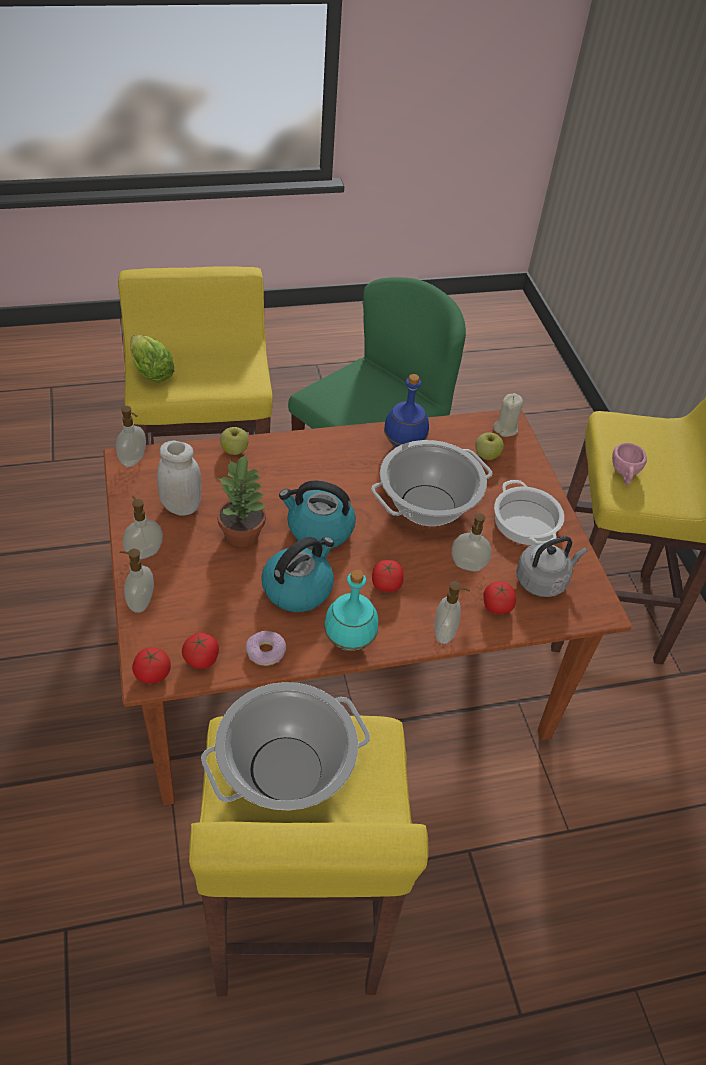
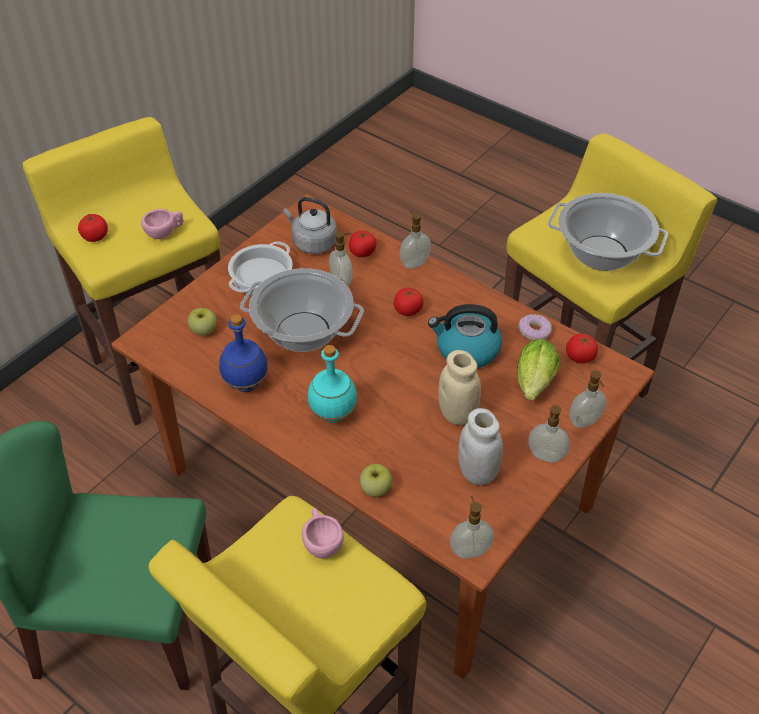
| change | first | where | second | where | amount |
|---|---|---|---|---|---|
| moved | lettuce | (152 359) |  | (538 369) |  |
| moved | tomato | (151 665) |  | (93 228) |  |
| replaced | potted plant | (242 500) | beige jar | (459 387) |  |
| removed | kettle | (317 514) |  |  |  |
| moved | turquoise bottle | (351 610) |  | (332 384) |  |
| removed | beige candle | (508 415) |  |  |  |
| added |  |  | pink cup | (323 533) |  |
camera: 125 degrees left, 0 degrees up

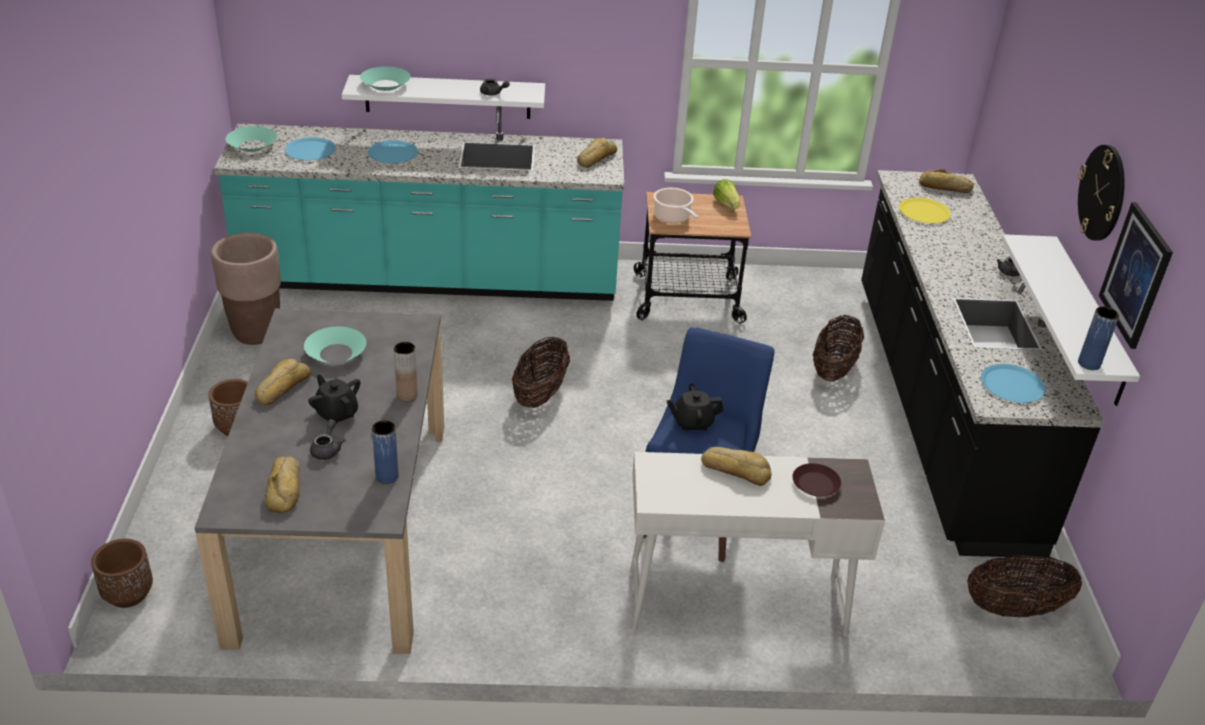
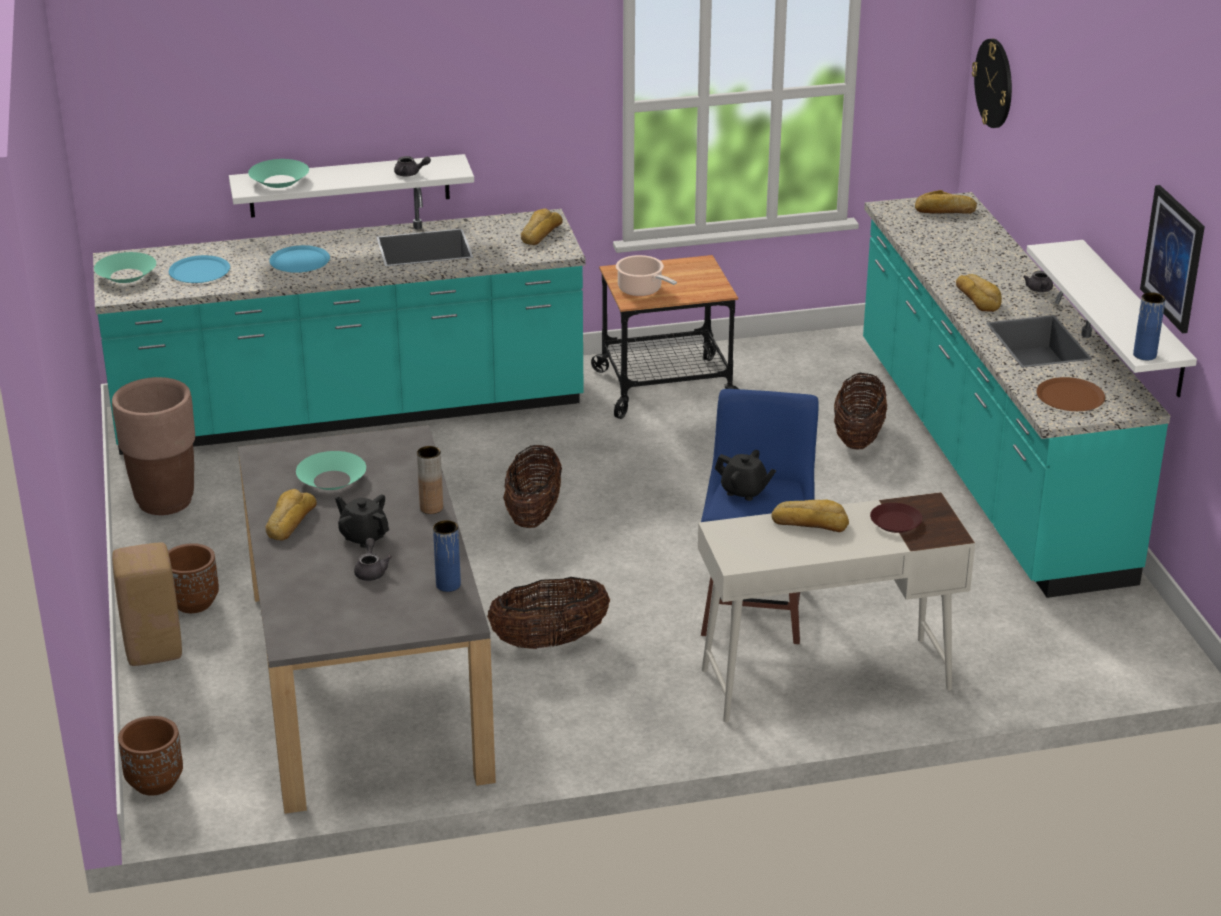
| change | first | where | second | where | amount |
|---|---|---|---|---|---|
| moved | bread | (282 485) |  | (979 293) |  |
| turned | black teapot | (695 407) |  | (745 475) | 135 degrees counterclockwise |
| removed | lettuce | (726 194) |  |  |  |
| recoloured | black counter | (982 364) | turquoise counter | (1017 395) |  |
| removed | yellow plate | (925 210) |  |  |  |
| moved | basket | (1024 585) |  | (548 613) |  |
| recoloured | blue plate | (1013 383) | brown plate | (1070 394) |  |
| moved | wall clock | (1101 193) |  | (992 83) |  |
| added |  |  | beige stool | (147 604) |  |
camera: 10 degrees left, 5 degrees down

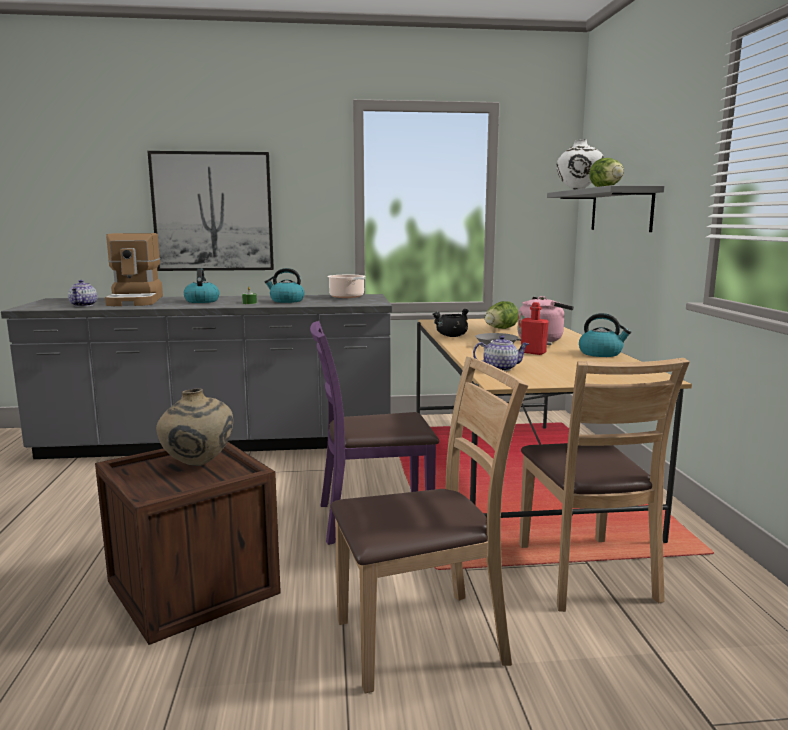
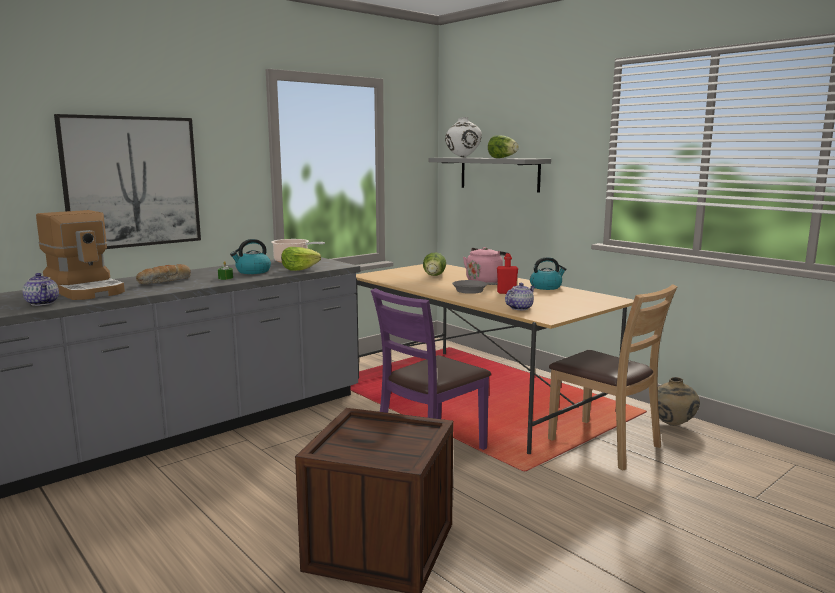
| change | first | where | second | where | amount |
|---|---|---|---|---|---|
| moved | beige vase | (194 427) |  | (679 401) |  |
| replaced | kettle | (201 285) | bread | (163 274) |  |
| removed | brown chair | (429 525) |  |  |  |
| removed | black cooking pot | (451 323) |  |  |  |
| added |  |  | lettuce | (301 259) |  |
camera: 35 degrees left, 0 degrees up

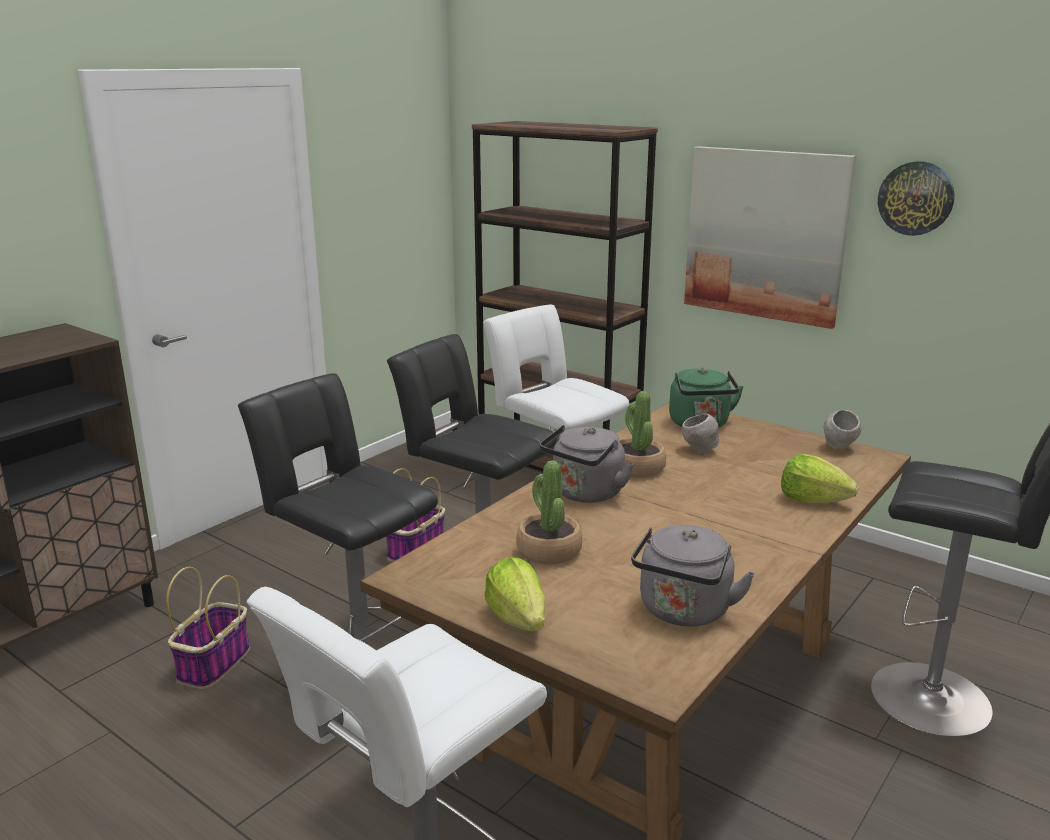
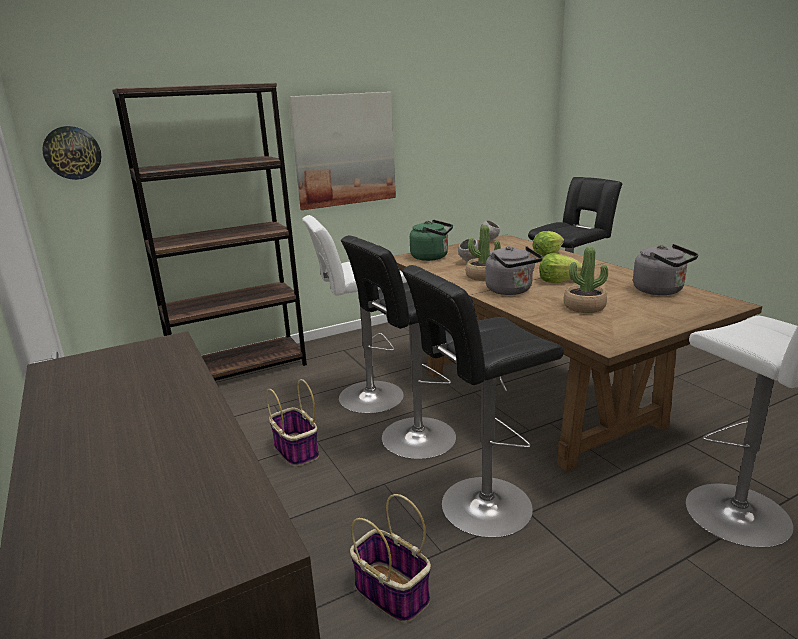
| change | first | where | second | where | amount |
|---|---|---|---|---|---|
| moved | lettuce | (515 594) |  | (561 268) |  |
| moved | wall clock | (916 198) |  | (71 153) |  |
camera: 65 degrees left, 0 degrees up

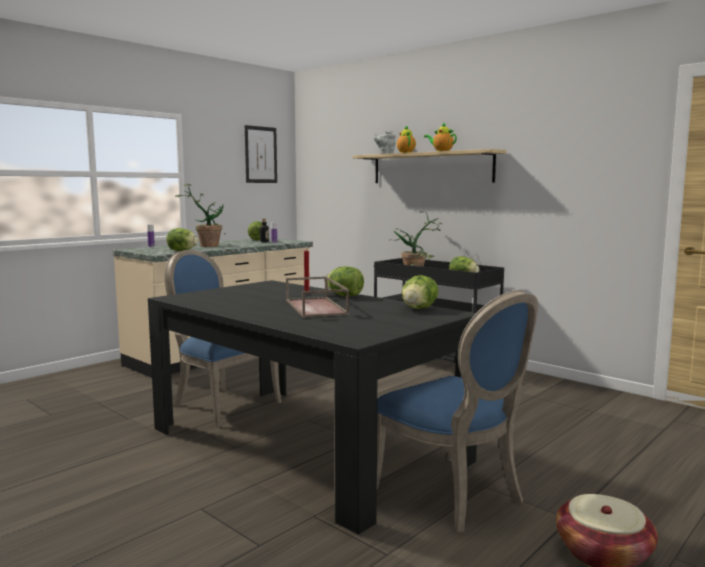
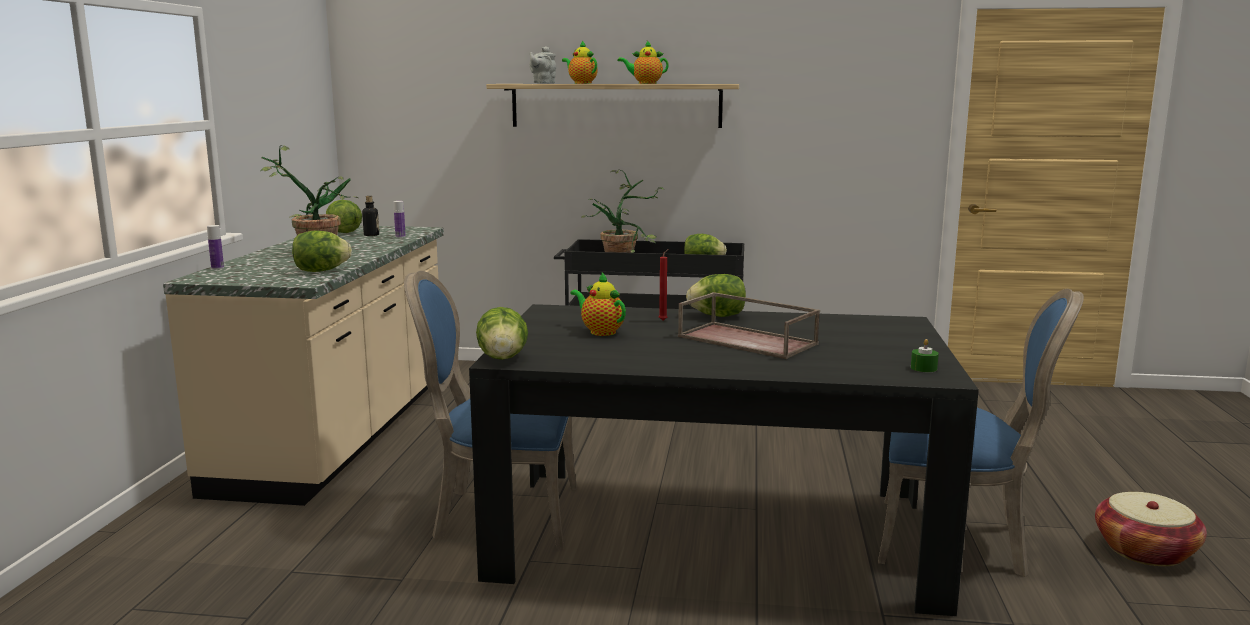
| change | first | where | second | where | amount |
|---|---|---|---|---|---|
| removed | picture | (261 154) |  |  |  |
| moved | lettuce | (420 292) |  | (502 333) |  |
| added |  |  | teapot | (598 304) |  |
| added |  |  | green candle | (925 355) |  |
camera: 35 degrees left, 5 degrees up

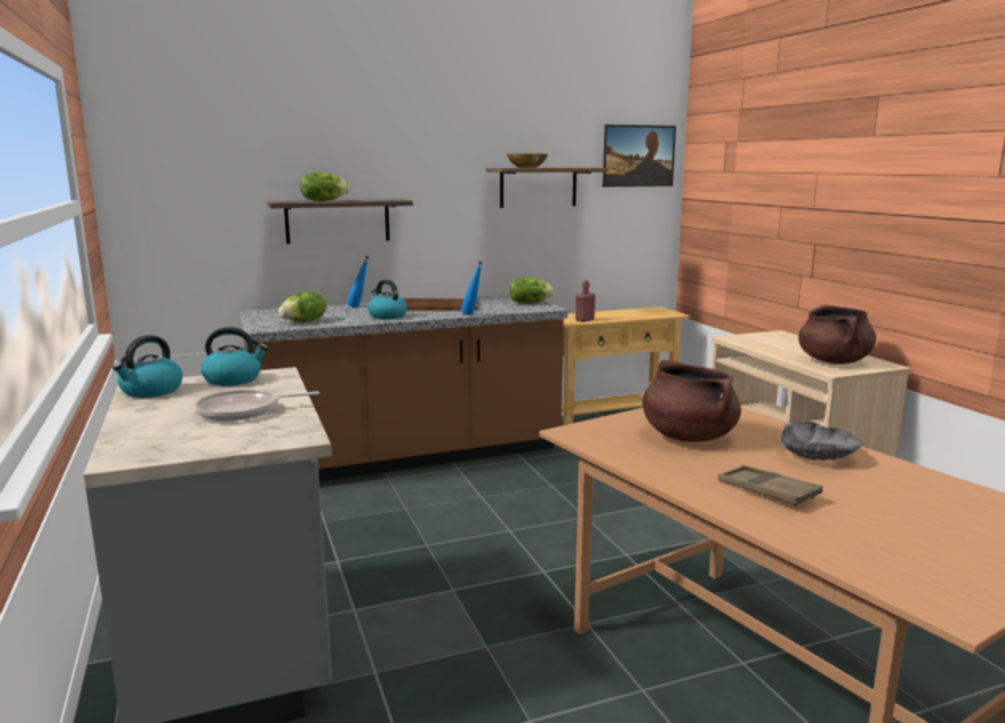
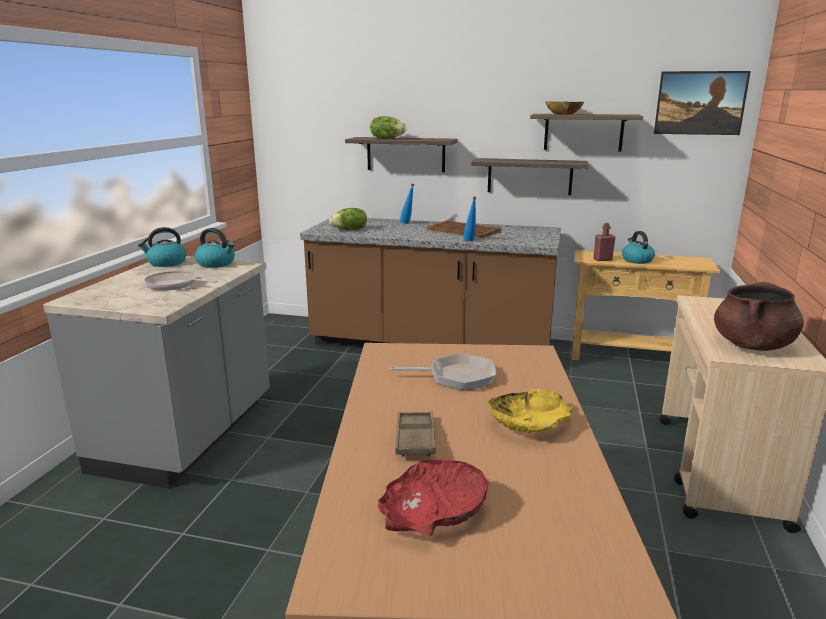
| change | first | where | second | where | amount |
|---|---|---|---|---|---|
| moved | kettle | (387 299) |  | (638 247) |  |
| removed | lettuce | (531 290) |  |  |  |
| replaced | brown cooking pot | (691 400) | frying pan | (443 372) |  |
| recoloured | grey bowl | (821 440) | yellow bowl | (530 411) |  |
| added |  |  | red bowl | (433 497) |  |
| added |  |  | shelf | (529 176) |  |
camera: 35 degrees right, 5 degrees up

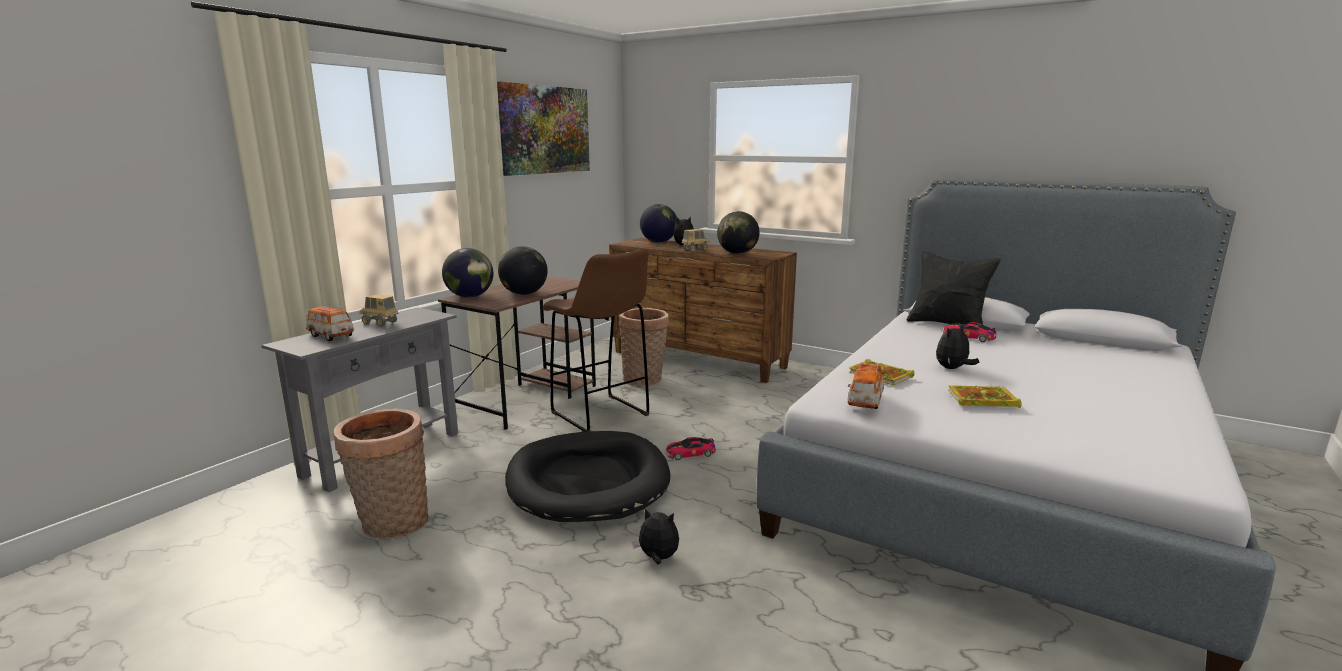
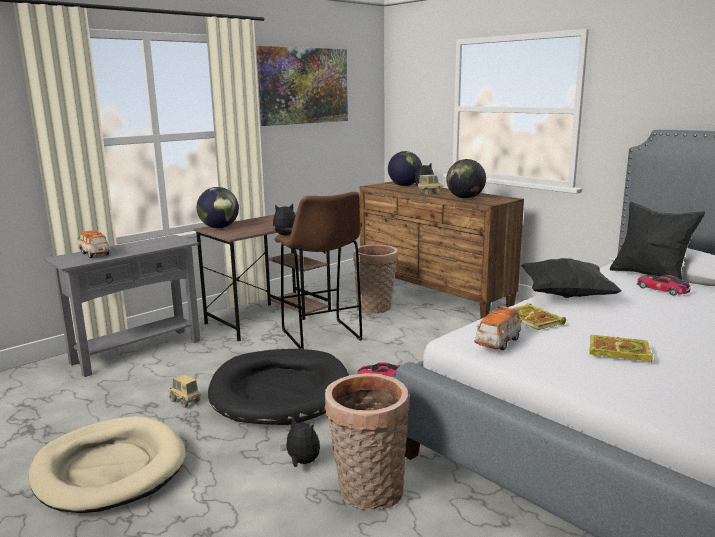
| change | first | where | second | where | amount |
|---|---|---|---|---|---|
| moved | basket | (381 473) |  | (367 441) |  |
| moved | toy truck | (379 310) |  | (184 391) |  |
| removed | globe | (523 270) |  |  |  |
| moved | plush toy | (957 346) |  | (284 219) |  |
| added |  |  | beige dog bed | (107 464) |  |
| added |  |  | black pillow | (571 278) |  |
camera: 15 degrees right, 0 degrees up

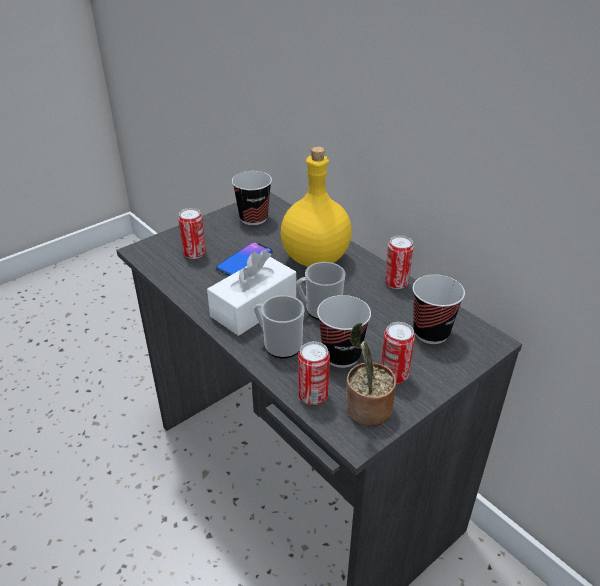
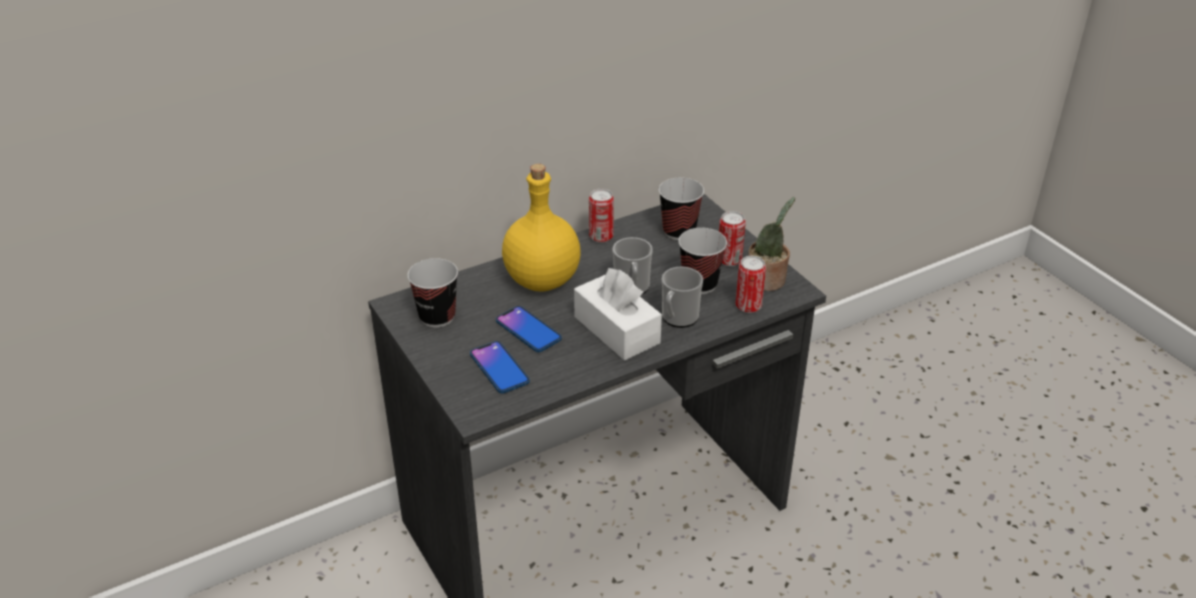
| change | first | where | second | where | amount |
|---|---|---|---|---|---|
| replaced | can | (192 233) | phone | (500 367) |  |
camera: 80 degrees left, 0 degrees up

